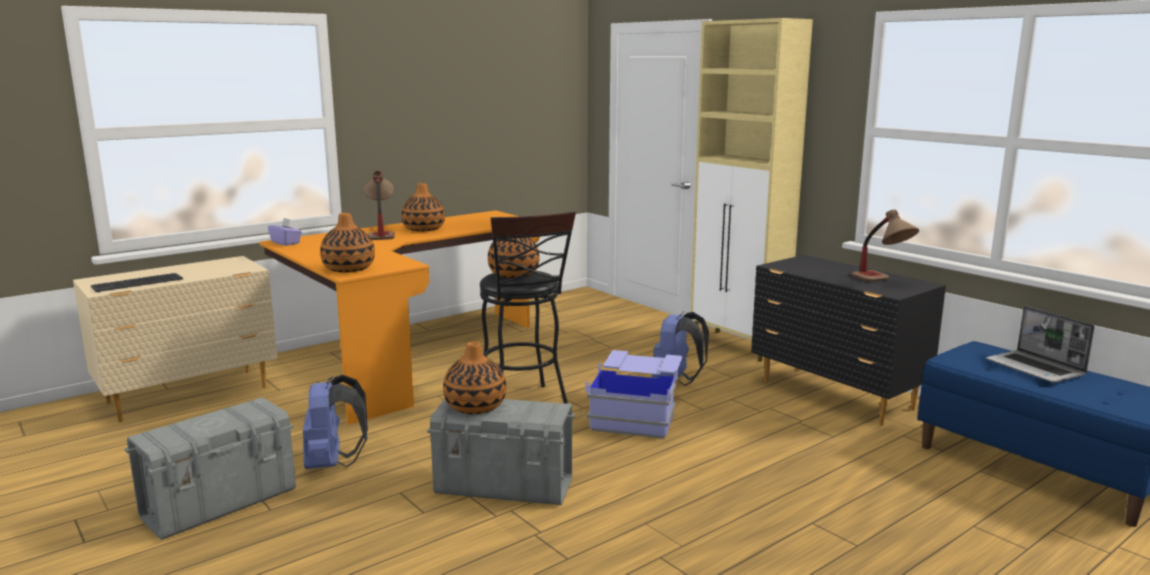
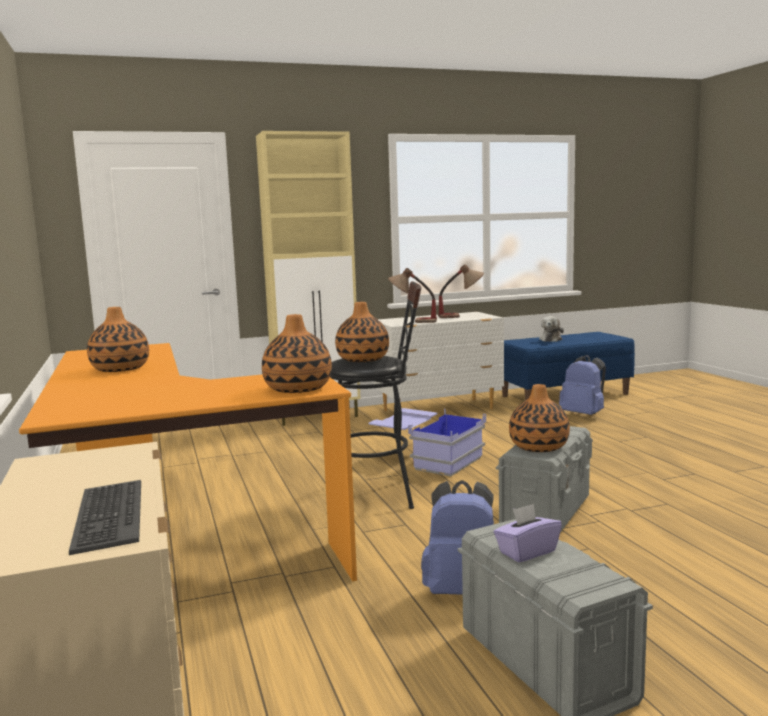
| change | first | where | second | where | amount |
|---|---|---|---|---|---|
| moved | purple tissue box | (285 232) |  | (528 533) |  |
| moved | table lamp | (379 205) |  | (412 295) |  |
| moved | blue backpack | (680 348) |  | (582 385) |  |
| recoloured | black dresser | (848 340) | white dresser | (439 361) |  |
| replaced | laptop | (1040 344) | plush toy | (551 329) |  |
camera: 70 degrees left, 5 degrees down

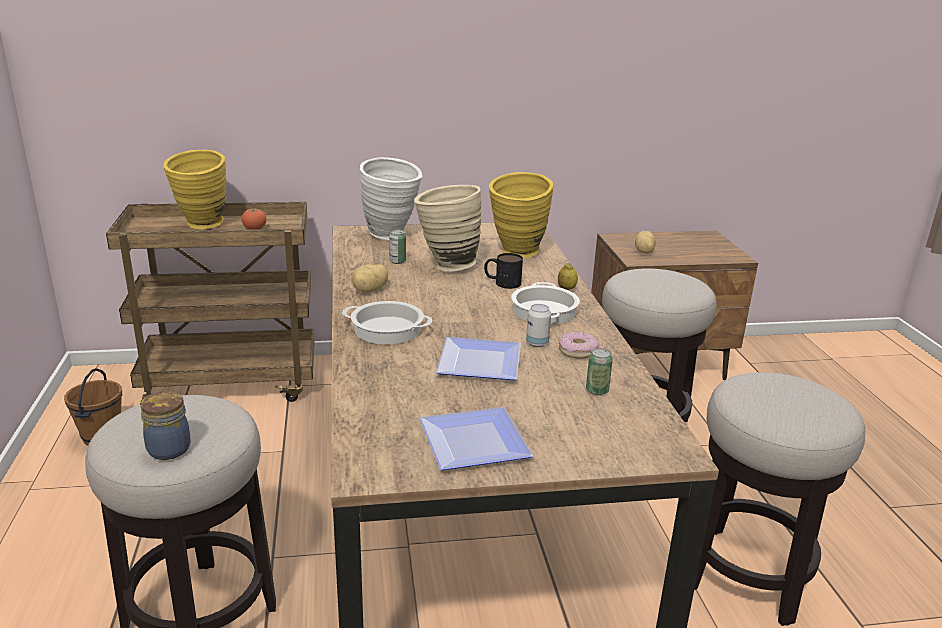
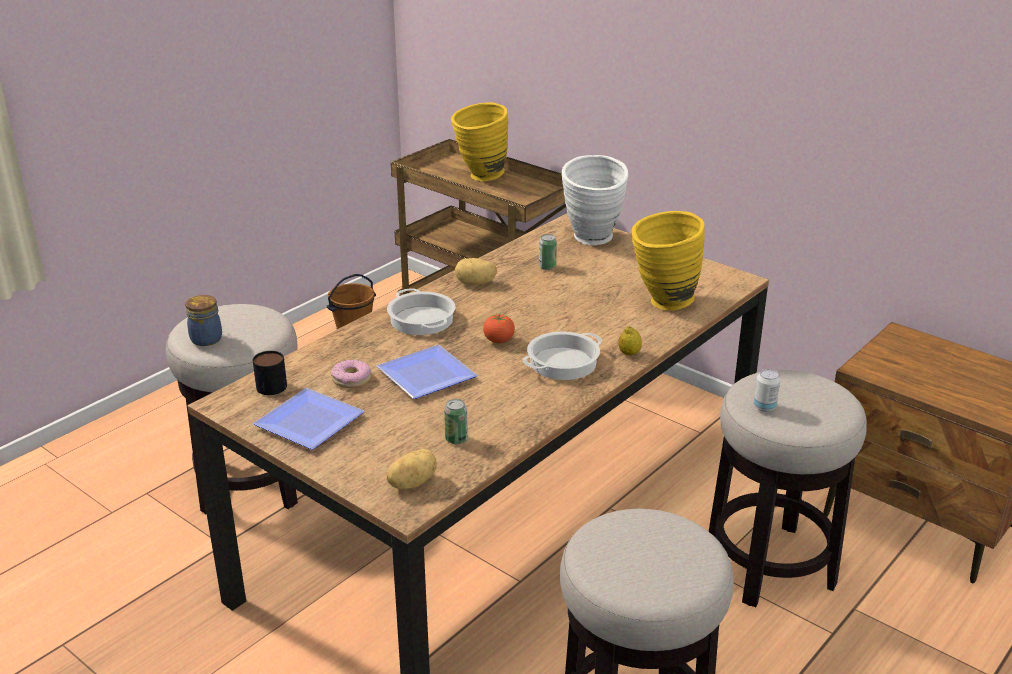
| change | first | where | second | where | amount |
|---|---|---|---|---|---|
| moved | tomato | (254 219) |  | (499 328) |  |
| removed | beige vase | (448 228) |  |  |  |
| moved | mug | (503 271) |  | (270 373) |  |
| moved | can | (538 325) |  | (767 390) |  |
| moved | donut | (578 345) |  | (351 373) |  |
| moved | potato | (645 242) |  | (411 469) |  |
camera: 50 degrees right, 5 degrees up

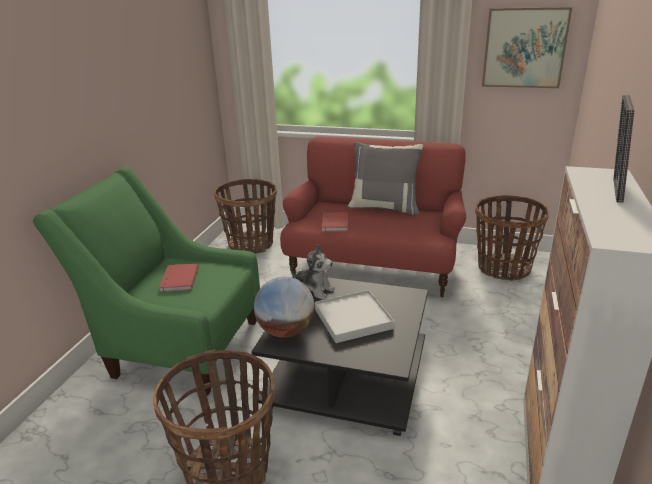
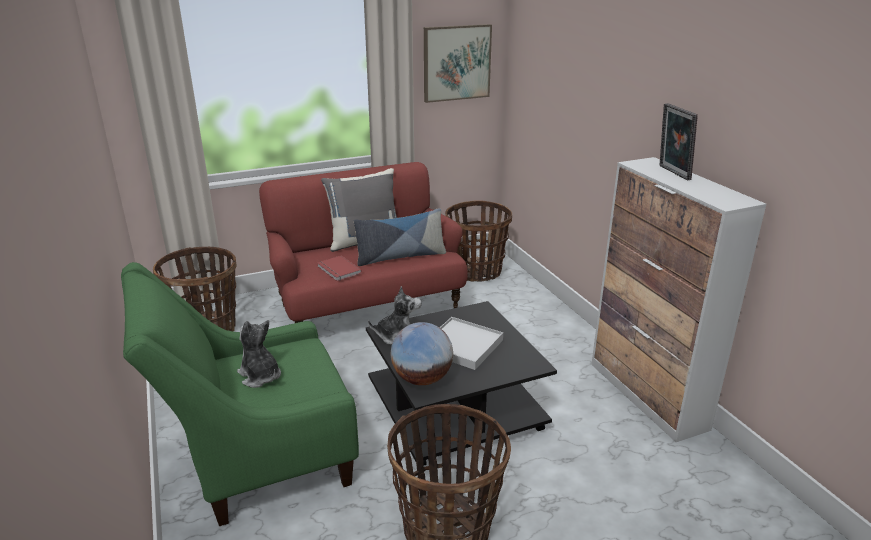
| change | first | where | second | where | amount |
|---|---|---|---|---|---|
| replaced | red book | (179 278) | plush toy | (259 354) |  |
| added |  |  | pillow | (399 237) |  |
camera: 40 degrees left, 0 degrees up

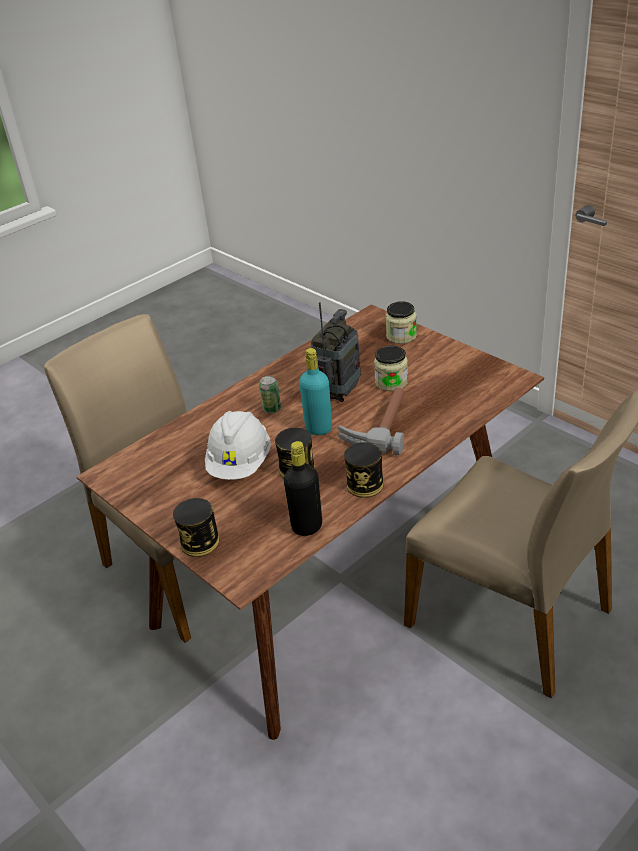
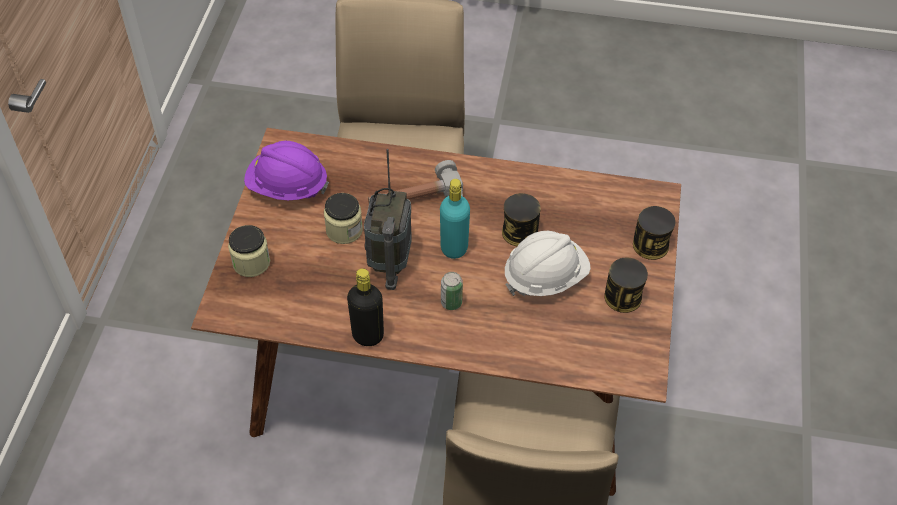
| change | first | where | second | where | amount |
|---|---|---|---|---|---|
| moved | black bottle | (303 488) |  | (365 307) |  |
| turned | radio | (336 352) |  | (388 219) | 75 degrees counterclockwise |
| moved | can | (364 470) |  | (626 285) |  |
| added |  |  | purple hard hat | (286 170) |  |
camera: 130 degrees left, 15 degrees up

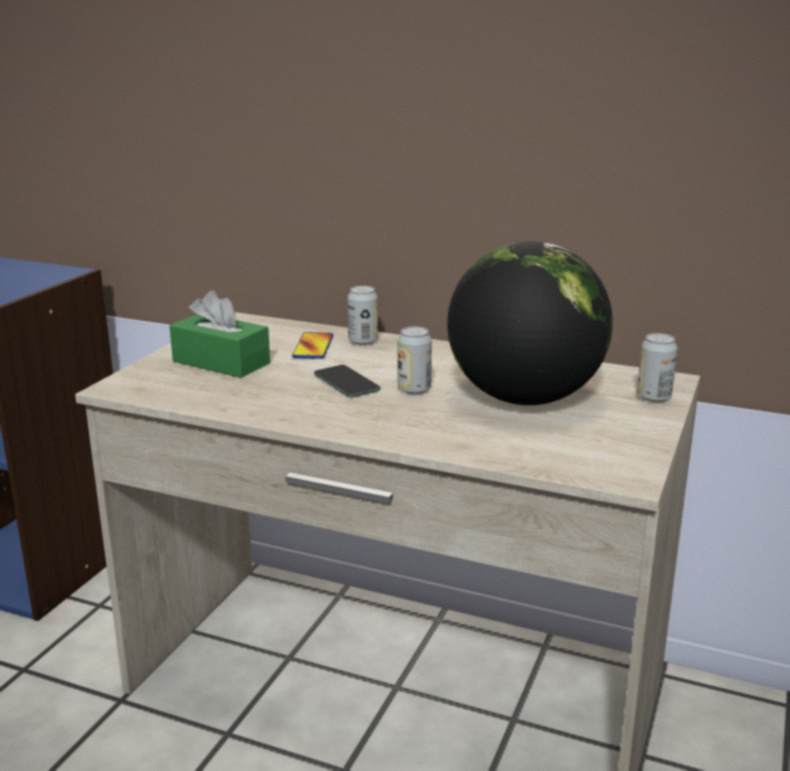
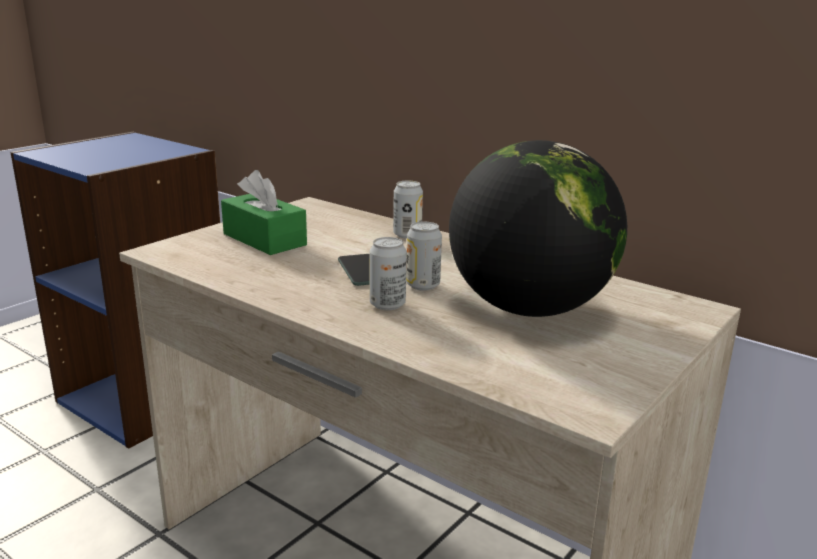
| change | first | where | second | where | amount |
|---|---|---|---|---|---|
| removed | phone | (312 345) |  |  |  |
| moved | can | (657 367) |  | (388 273) |  |
camera: 15 degrees right, 0 degrees up

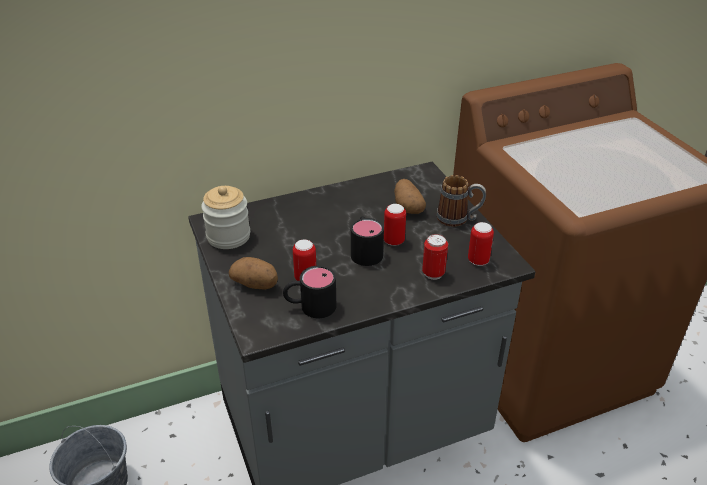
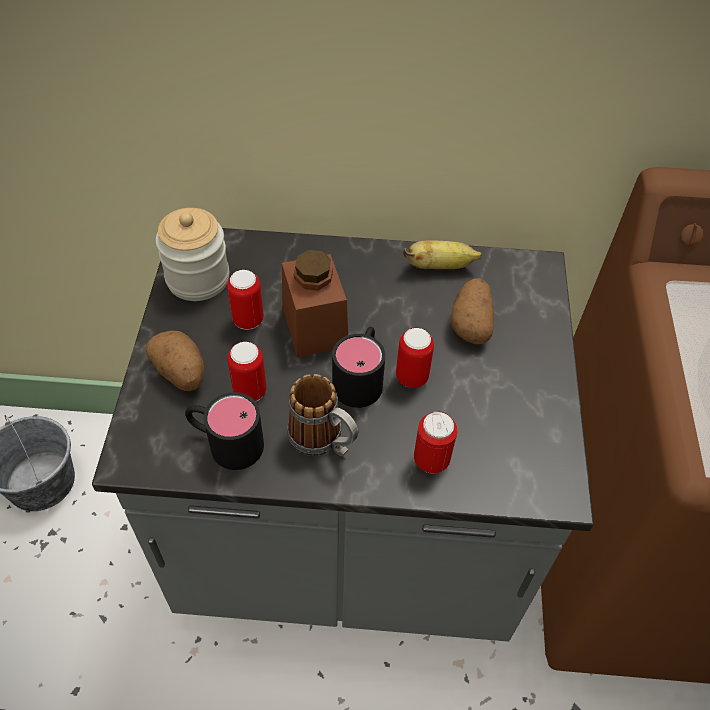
| change | first | where | second | where | amount |
|---|---|---|---|---|---|
| moved | mug | (461 201) |  | (322 415) |  |
| moved | can | (481 244) |  | (245 300) |  |
| added |  |  | brown jar | (315 303) |  |
| added |  |  | banana | (442 255) |  |
camera: 25 degrees right, 15 degrees up

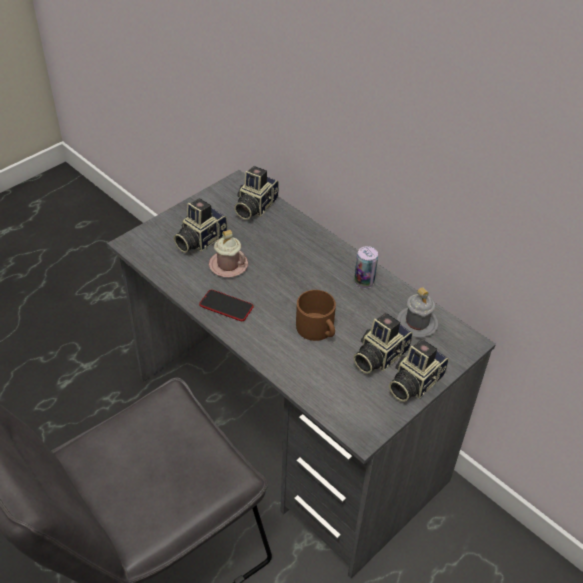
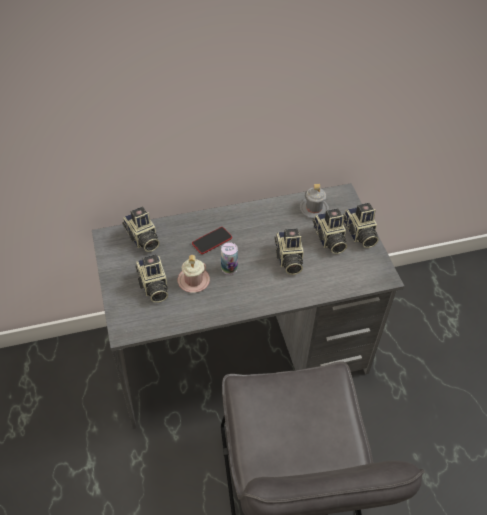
| change | first | where | second | where | amount |
|---|---|---|---|---|---|
| moved | phone | (226 305) |  | (212 240) |  |
| replaced | brown mug | (316 315) | photo camera | (289 251) |  |
| moved | can | (366 267) |  | (229 258) |  |
camera: 60 degrees left, 5 degrees up

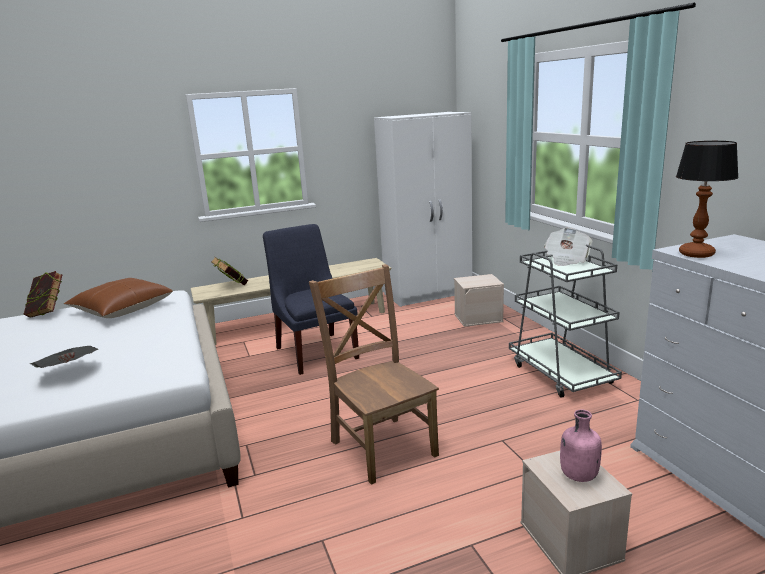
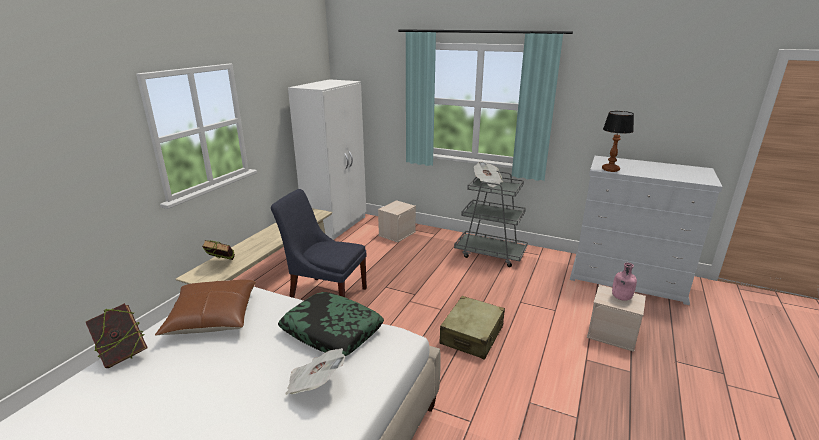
| change | first | where | second | where | amount |
|---|---|---|---|---|---|
| replaced | brown chair | (374 374) | beige suitcase | (472 327) |  |
| added |  |  | pillow | (331 324) |  |
camera: 45 degrees left, 5 degrees up

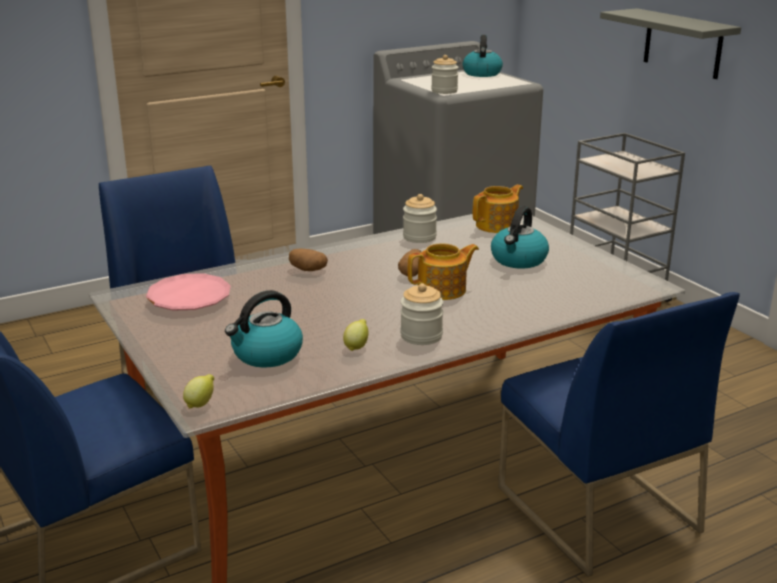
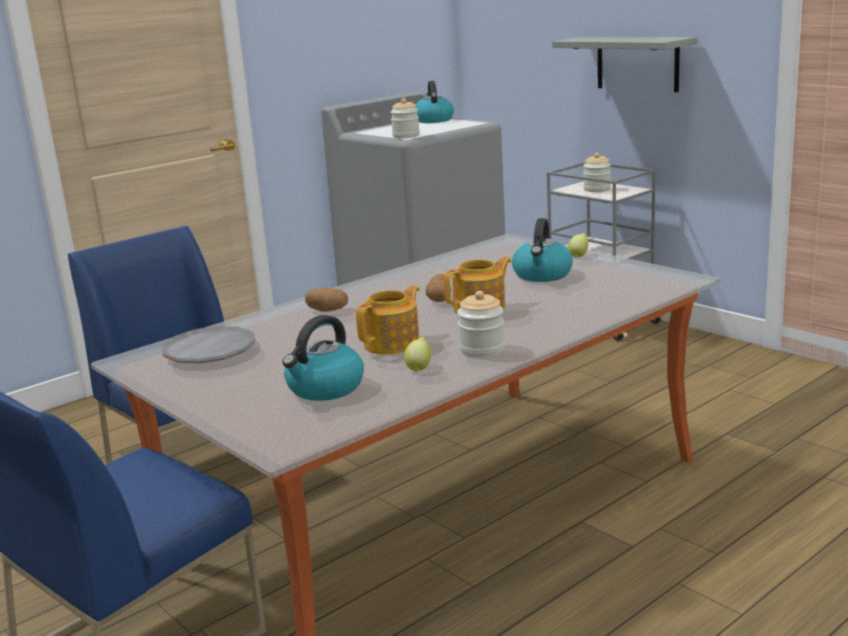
| change | first | where | second | where | amount |
|---|---|---|---|---|---|
| recoloured | pink plate | (188 292) | grey plate | (209 344) |  |
| moved | lemon | (198 391) |  | (578 245) |  |
| moved | jar | (420 218) |  | (597 172) |  |
| moved | teapot | (498 209) |  | (388 319) |  |
| removed | blue chair | (619 434) |  |  |  |
camera: 10 degrees left, 5 degrees down

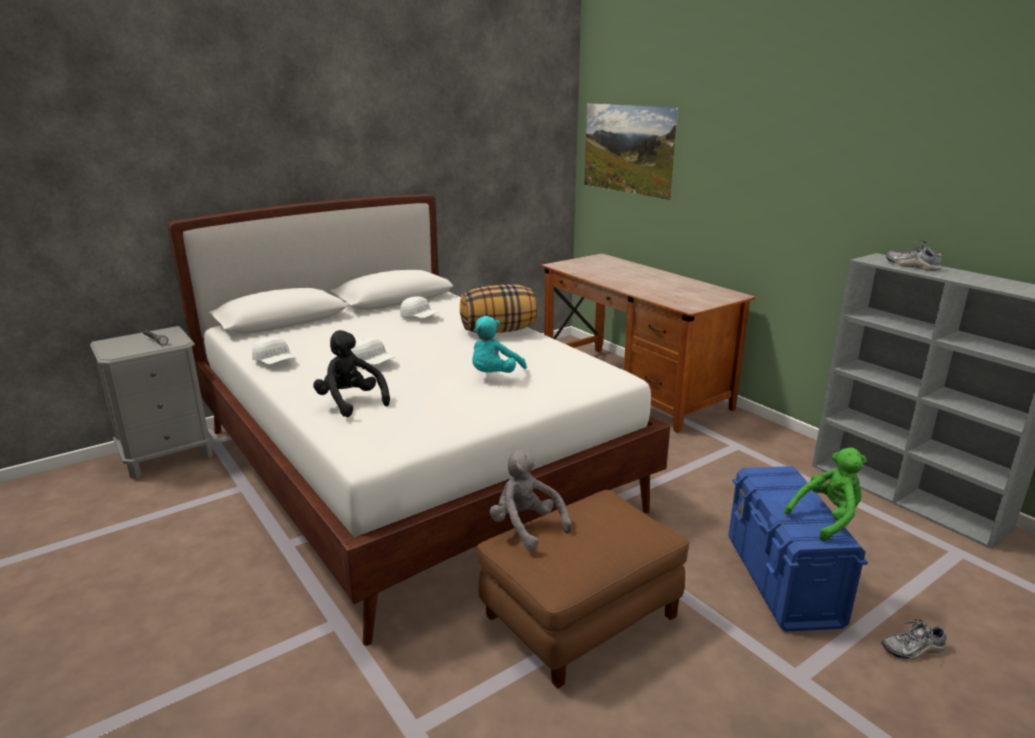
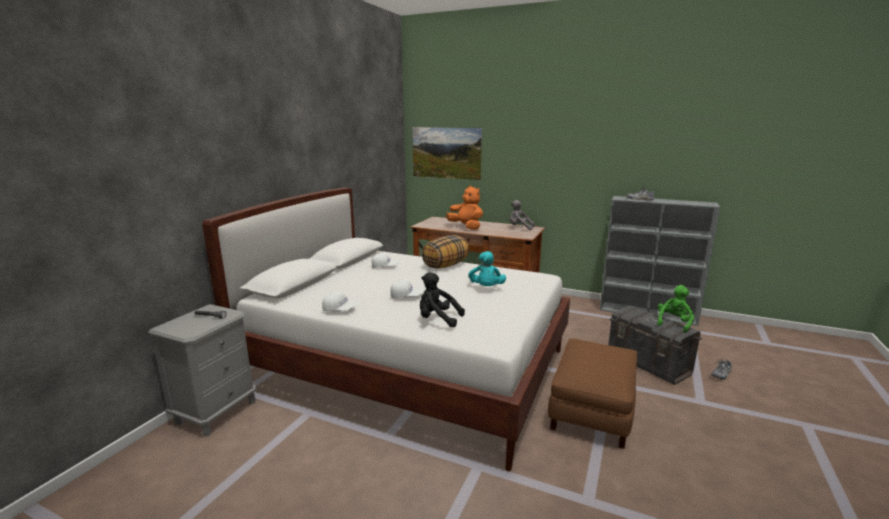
| change | first | where | second | where | amount |
|---|---|---|---|---|---|
| moved | grey plush toy | (531 500) |  | (522 215) |  |
| recoloured | blue storage box | (798 549) | grey storage box | (655 345) |  |
| added |  |  | orange plush toy | (464 207) |  |
camera: 30 degrees left, 5 degrees down

